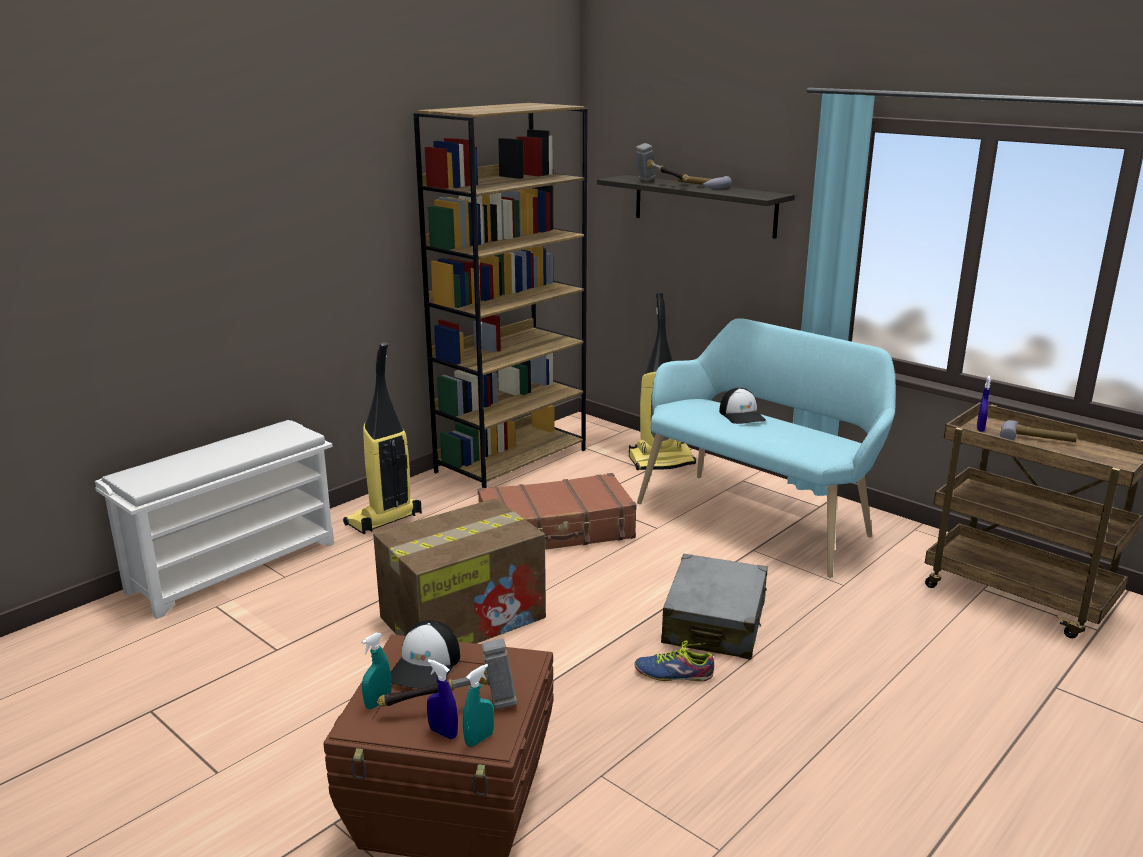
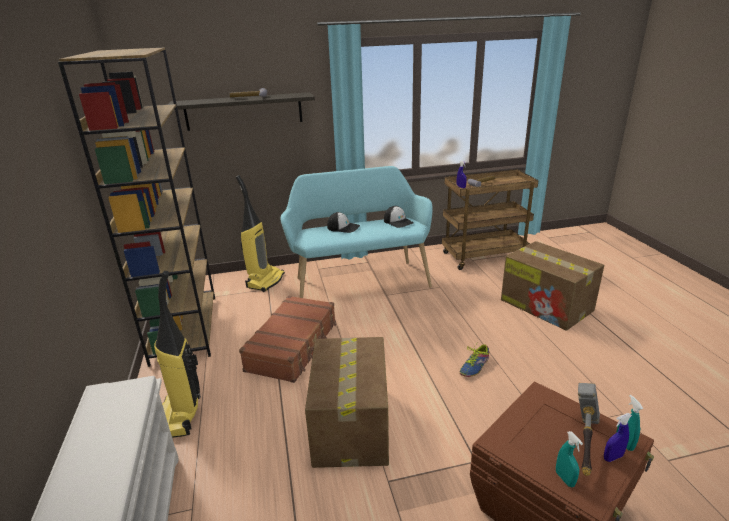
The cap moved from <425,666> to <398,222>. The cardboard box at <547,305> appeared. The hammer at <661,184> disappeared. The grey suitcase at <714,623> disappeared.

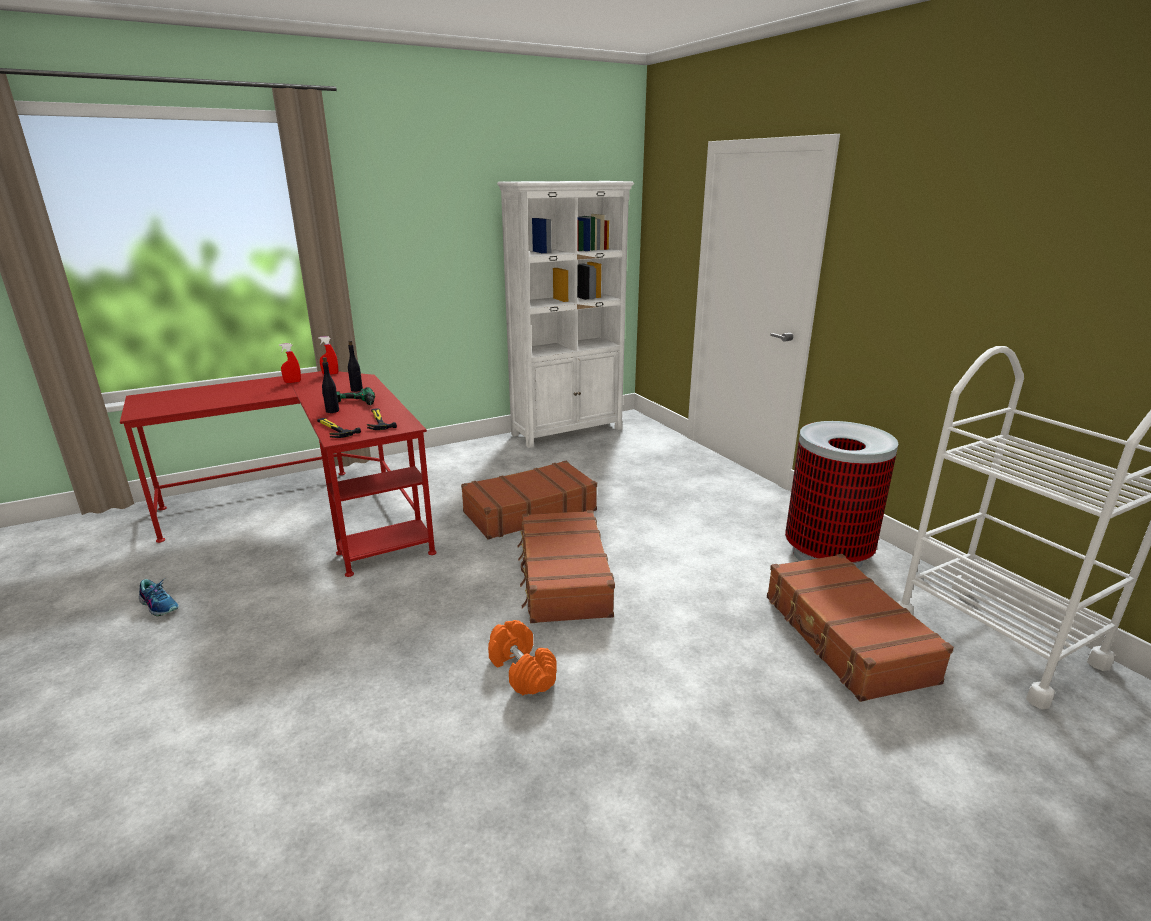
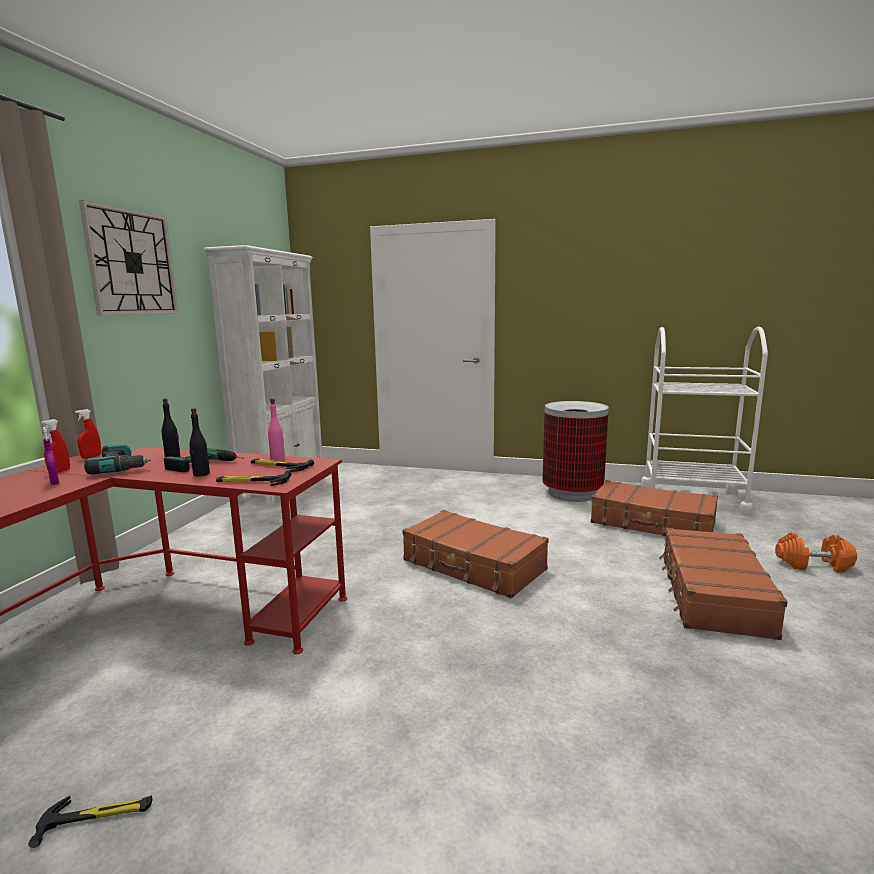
The shoe at <160,605> was replaced by the hammer at <97,816>. The purple spray bottle at <54,482> appeared. The wall clock at <132,262> appeared. The power drill at <121,468> appeared. The pink bottle at <278,459> appeared. The brown suitcase moved from <529,511> to <712,594>. The orange dumbbell moved from <521,671> to <813,565>.

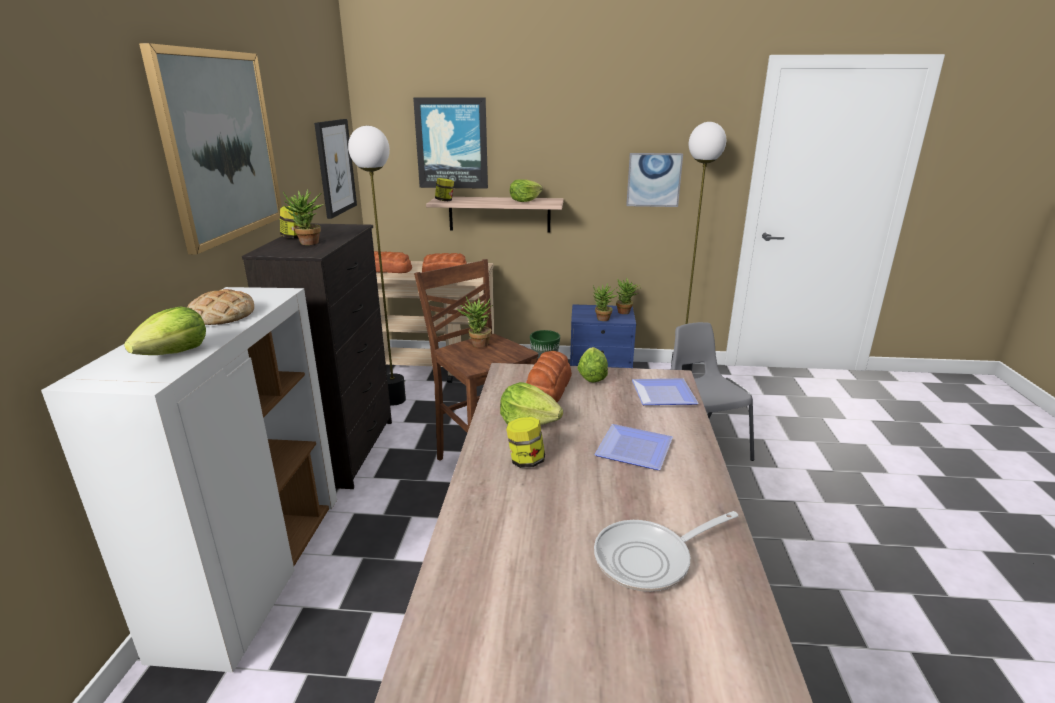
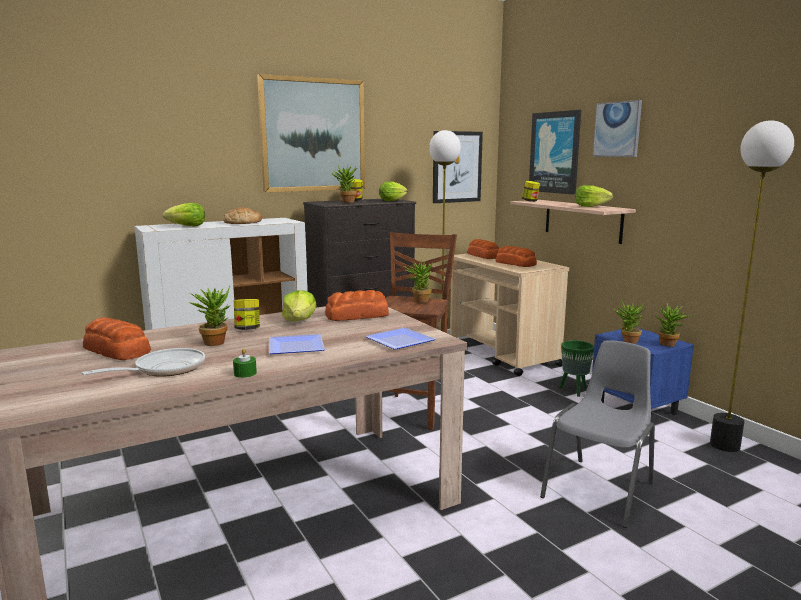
The frying pan at <649,559> turned 105 degrees clockwise. The bread at <117,351> appeared. The potted plant at <215,341> appeared. The green candle at <245,373> appeared. The lettuce moved from <592,376> to <393,200>. The picture moved from <653,180> to <617,129>.

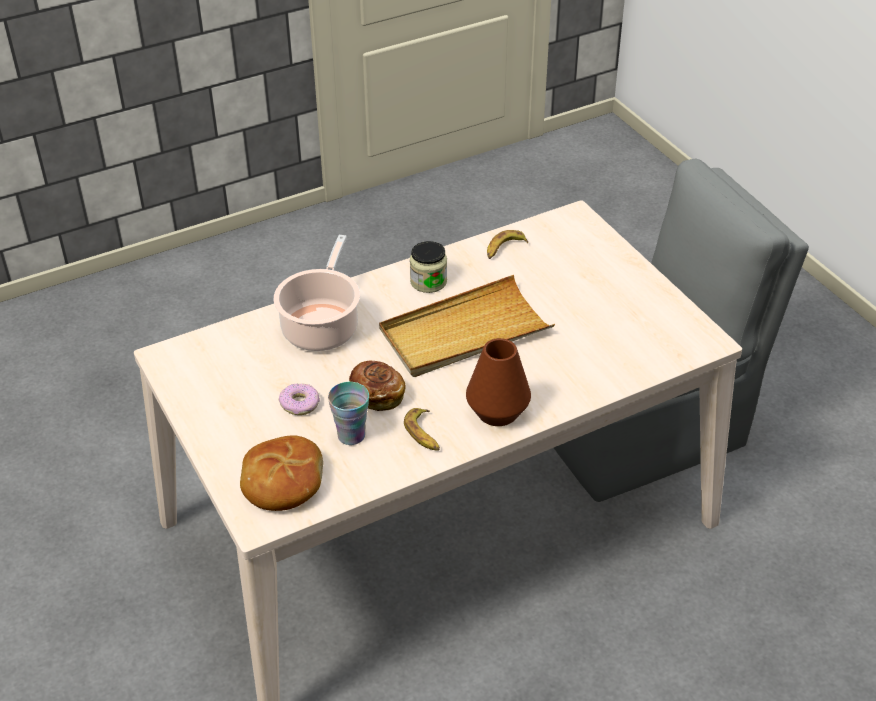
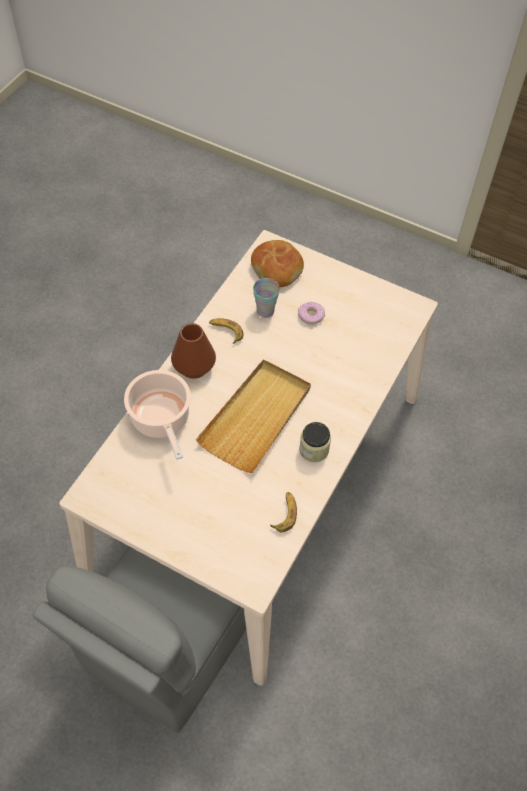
The cooking pot moved from <321,326> to <161,420>. The bread at <377,395> disappeared.

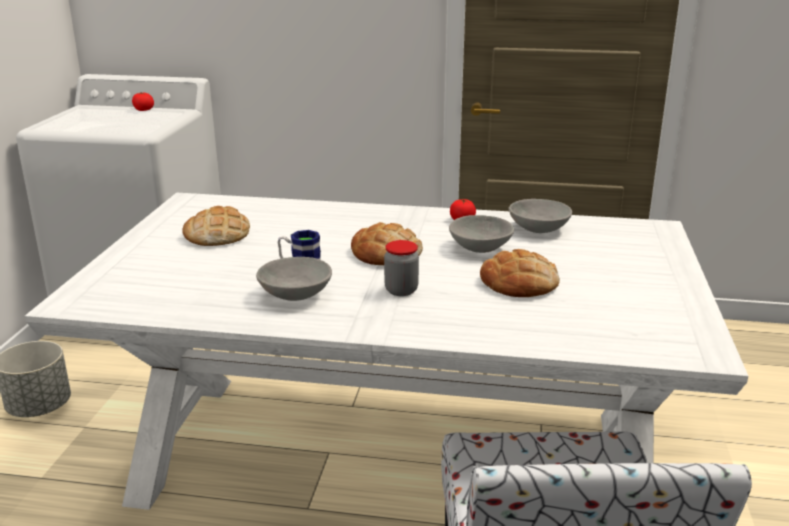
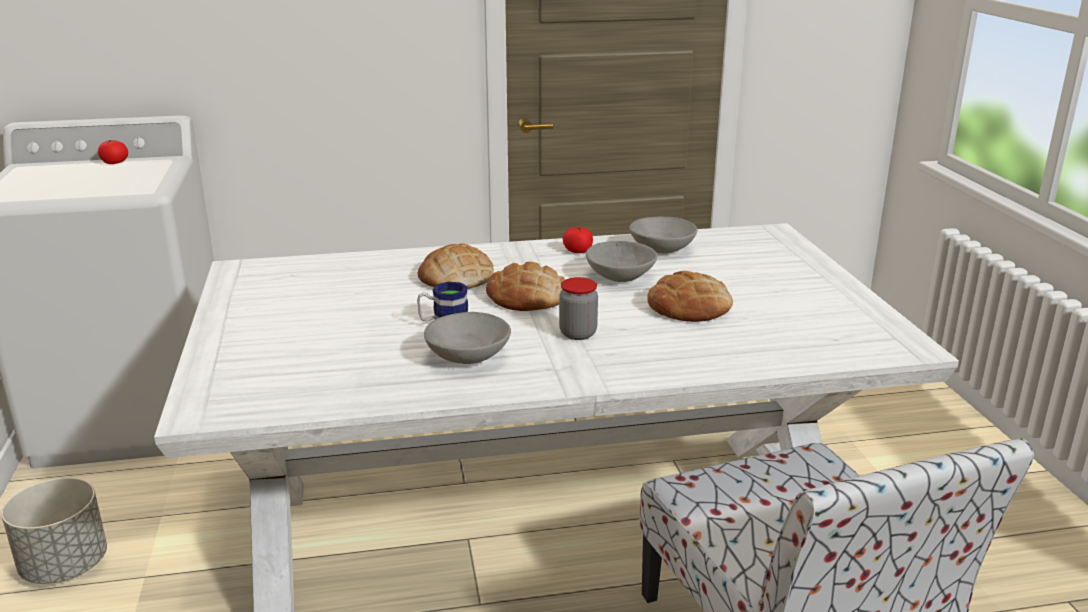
The bread moved from <217,235> to <455,277>.

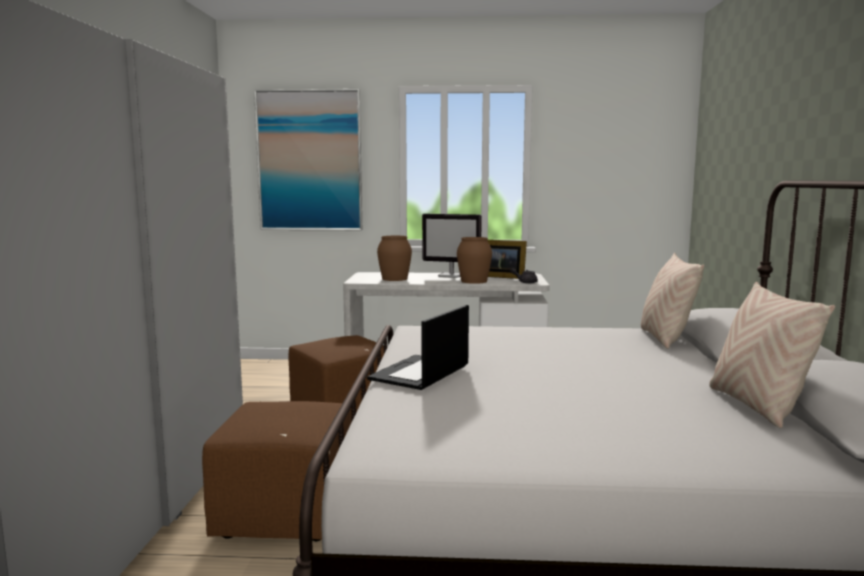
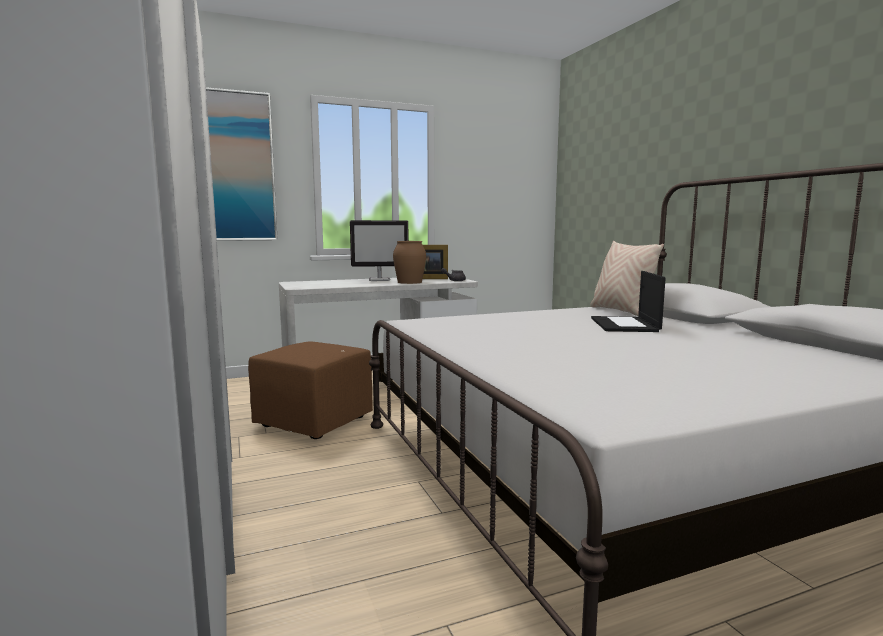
The laptop moved from <420,373> to <625,325>. The brown ottoman at <286,515> disappeared. The brown vase at <394,279> disappeared. The beige pillow at <756,406> disappeared.

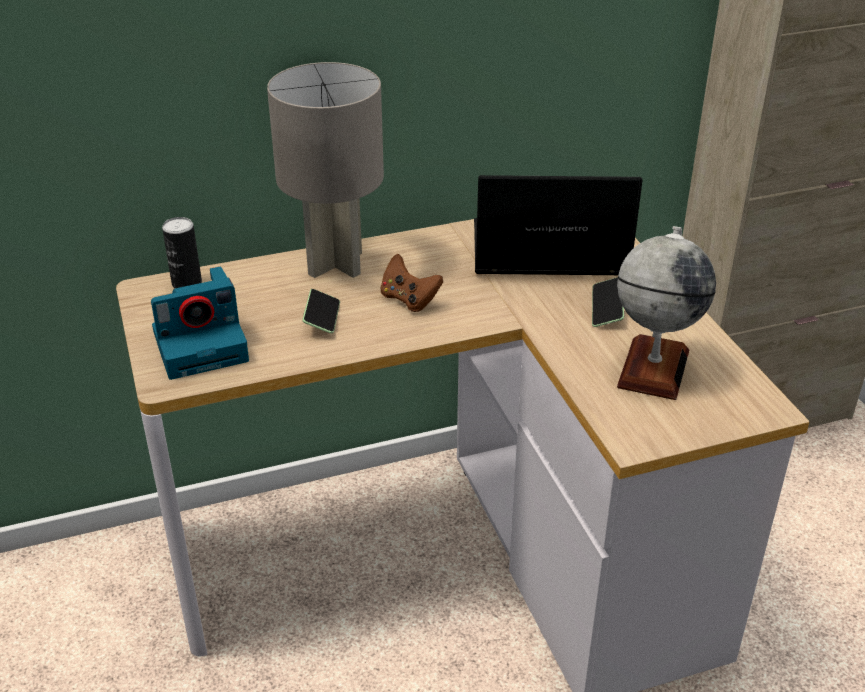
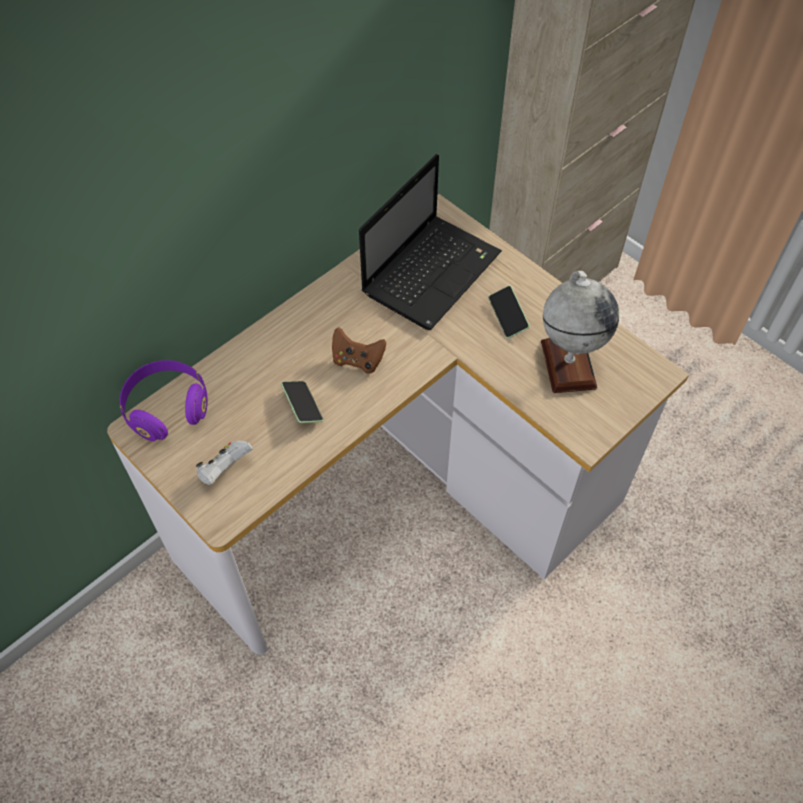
The can at <187,283> was replaced by the purple headphones at <167,408>. The photo camera at <202,345> was replaced by the white game controller at <225,470>. The laptop at <545,253> turned 150 degrees clockwise. The grey table lamp at <336,264> disappeared.

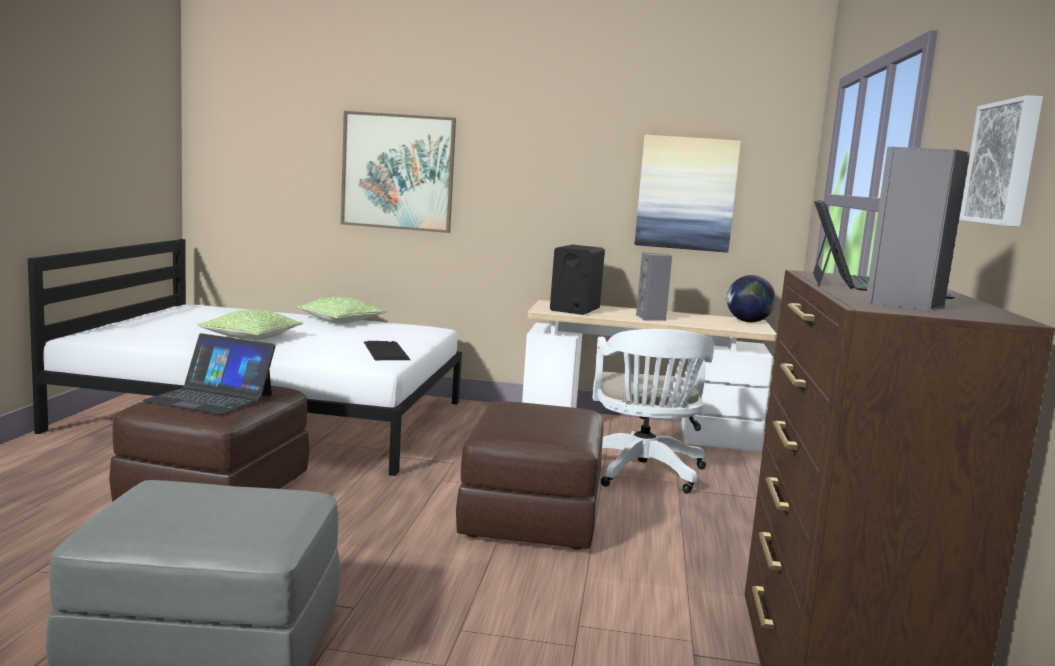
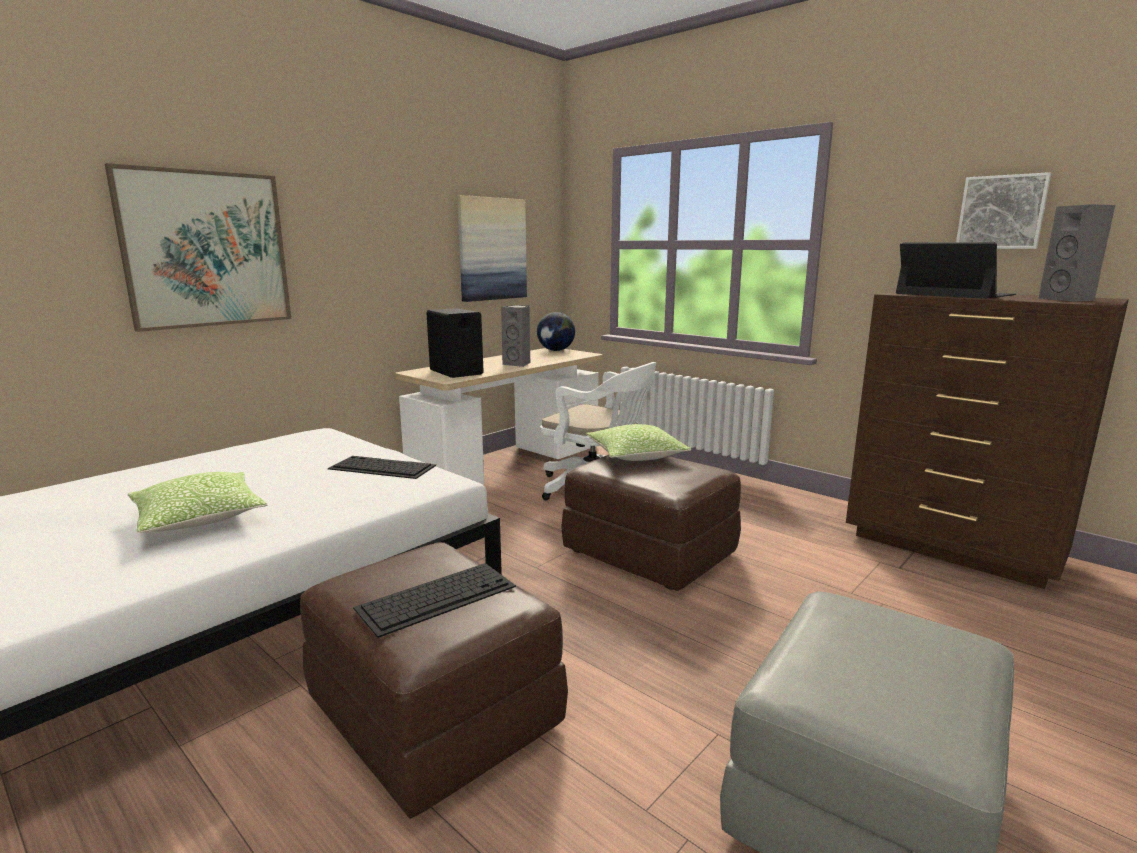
The laptop at <210,398> was replaced by the keyboard at <438,596>. The pillow moved from <341,321> to <636,455>.

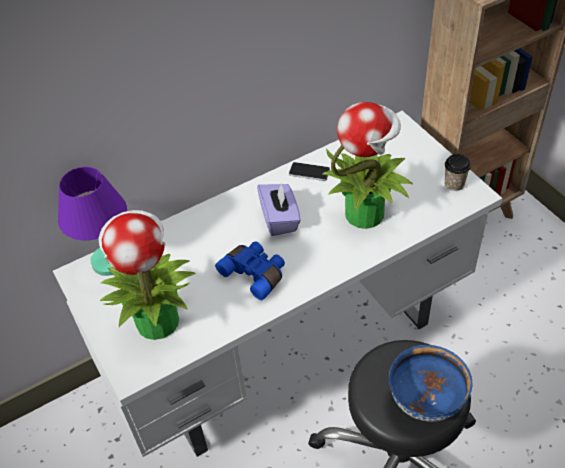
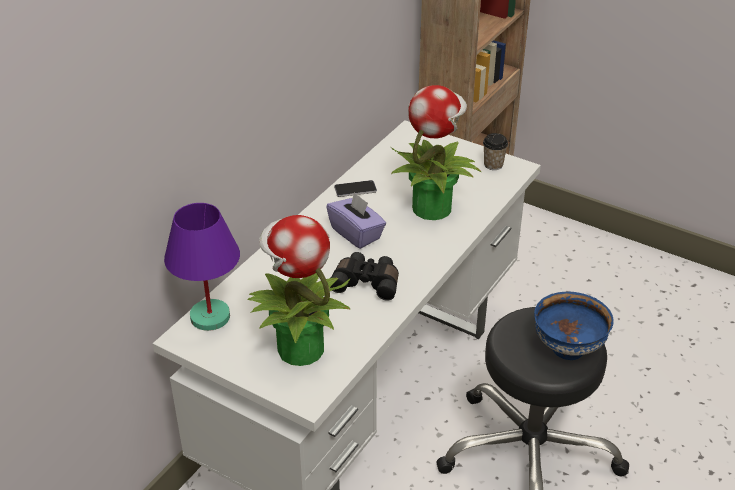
The blue binoculars at <255,273> became the black binoculars at <367,282>.

